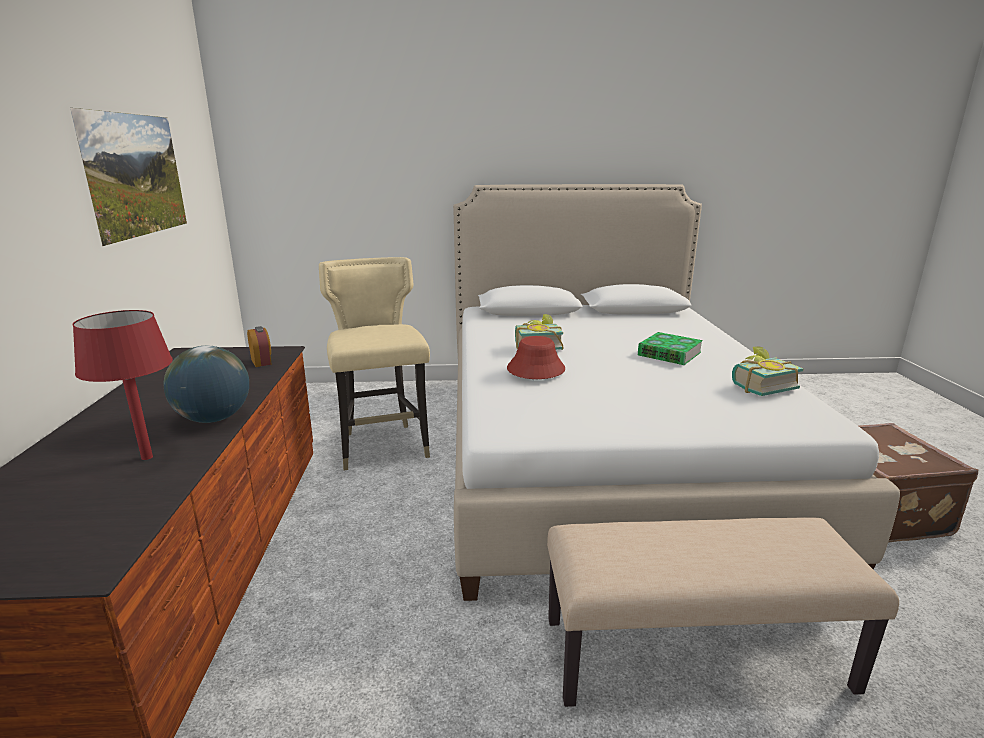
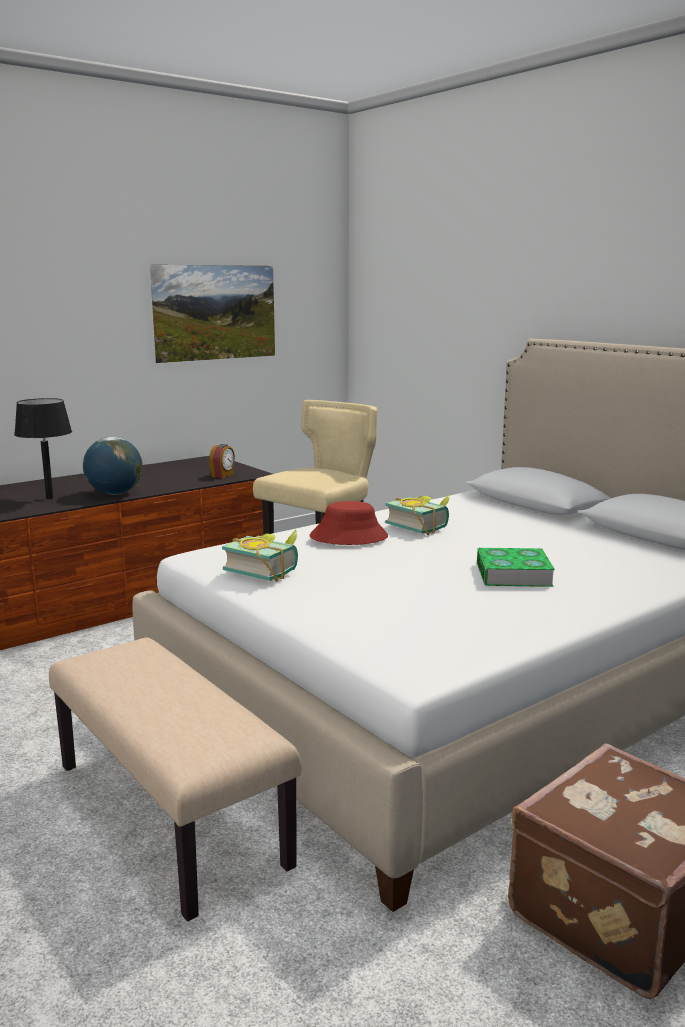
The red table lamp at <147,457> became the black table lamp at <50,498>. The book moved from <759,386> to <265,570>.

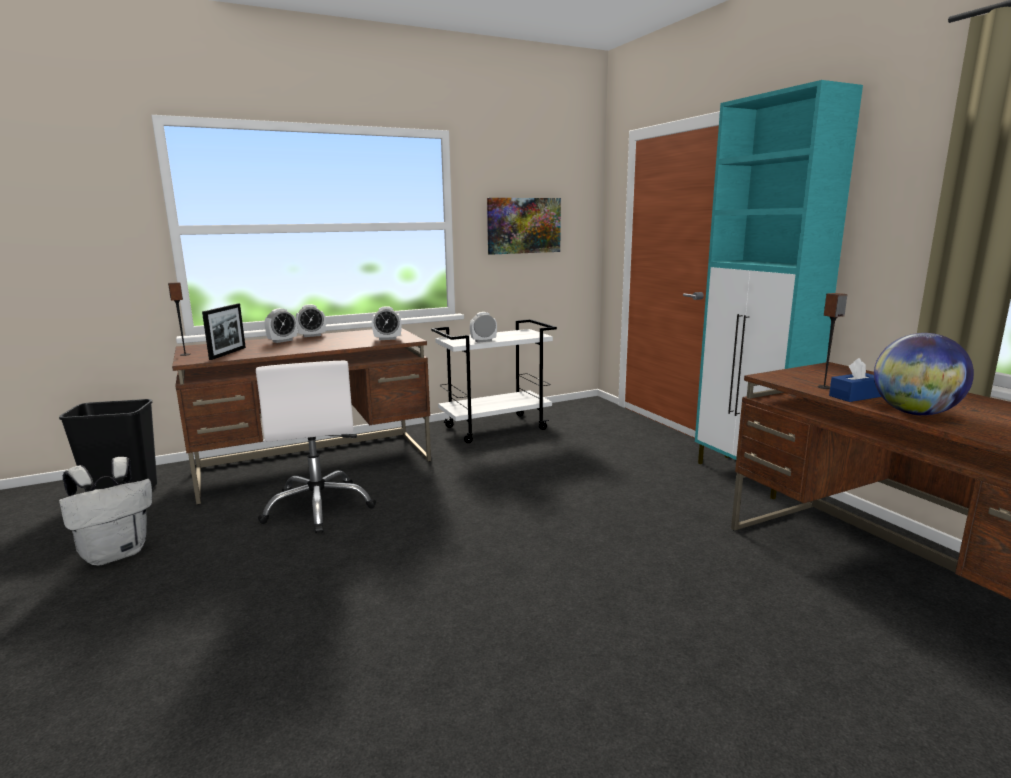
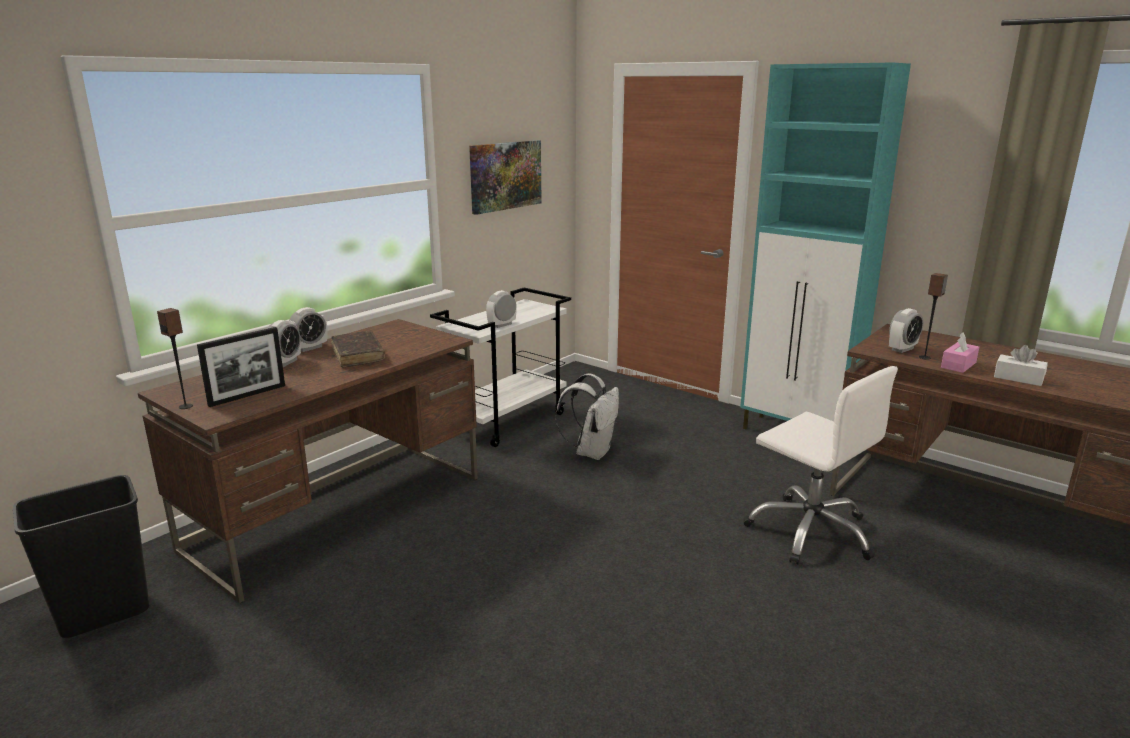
The picture frame at <228,353> turned 60 degrees clockwise. The brown book at <358,356> appeared. The white backpack moved from <117,553> to <592,452>. The white office chair moved from <319,507> to <810,531>. The alarm clock moved from <387,339> to <902,349>. The blue tissue box at <855,396> became the pink tissue box at <958,365>. The globe at <915,413> was replaced by the white tissue box at <1018,378>.

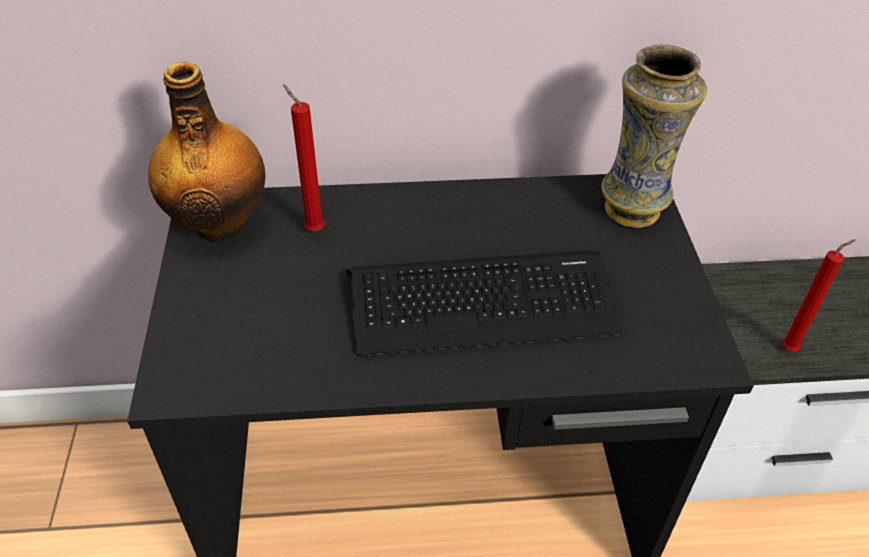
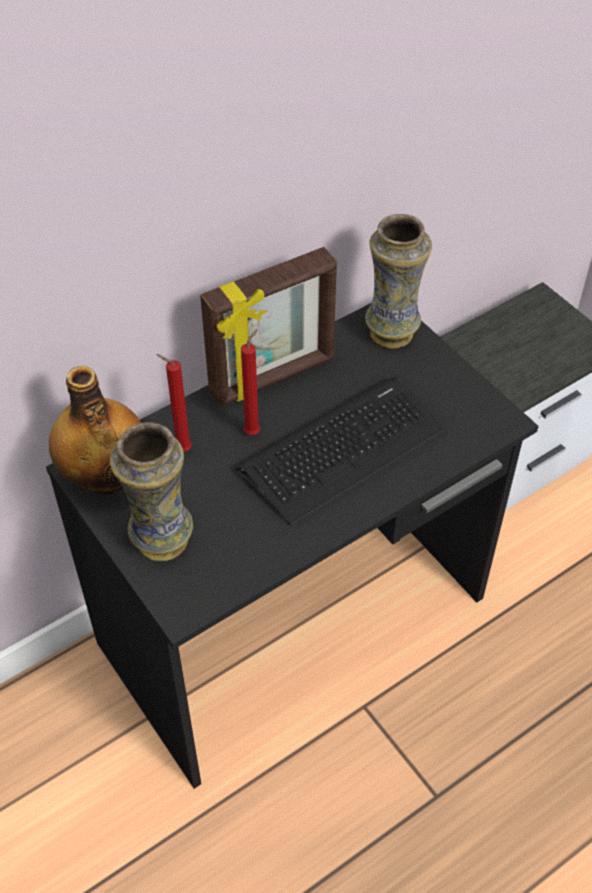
The vase at <161,541> appeared. The picture frame at <273,378> appeared. The red candle moved from <791,349> to <254,431>.

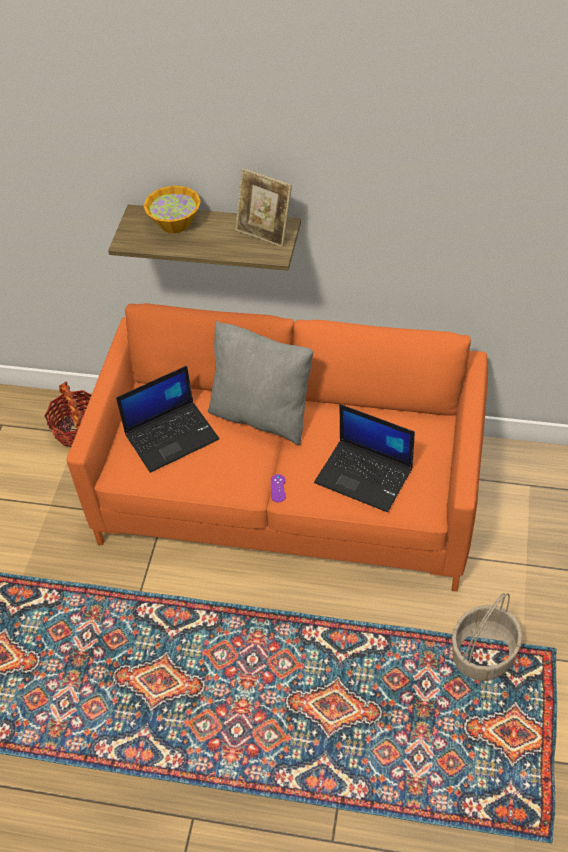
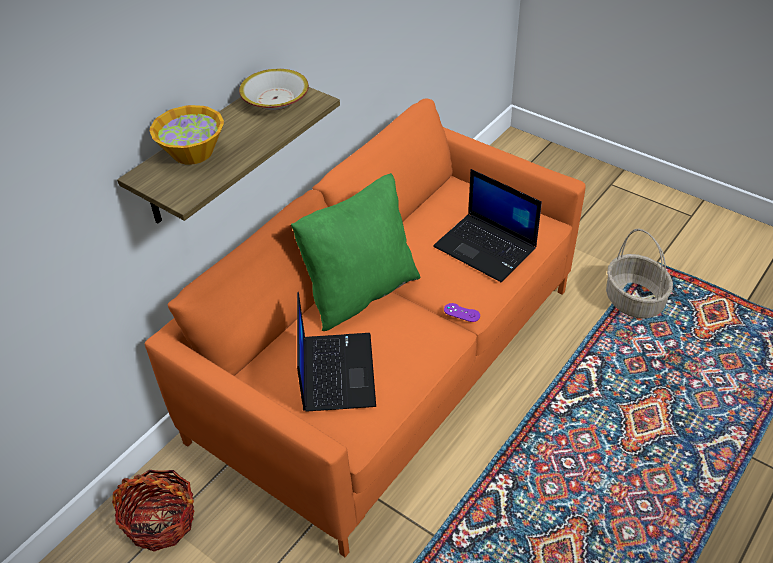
The picture frame at <264,233> was replaced by the bowl at <275,99>. The grey pillow at <262,415> became the green pillow at <360,292>. The laptop at <365,475> turned 75 degrees clockwise.

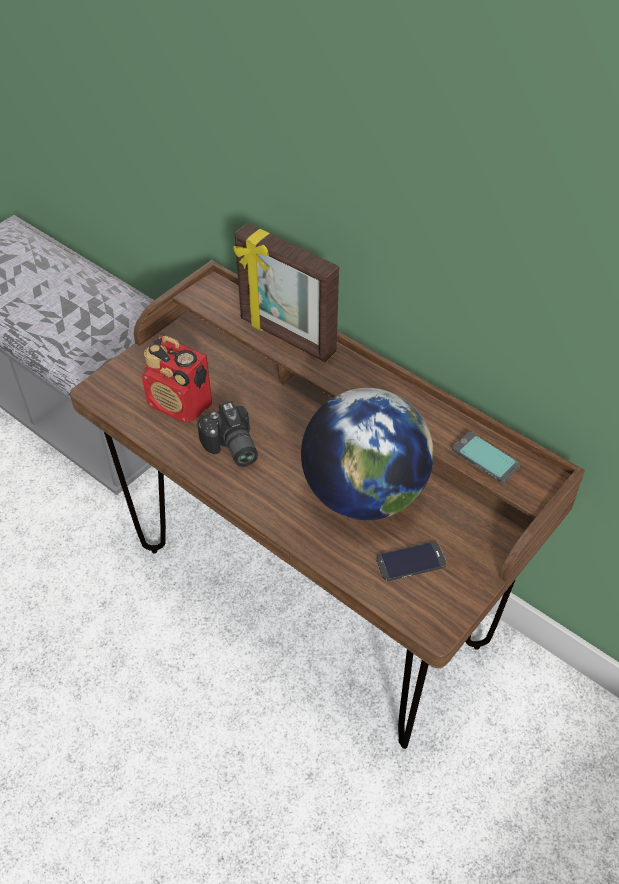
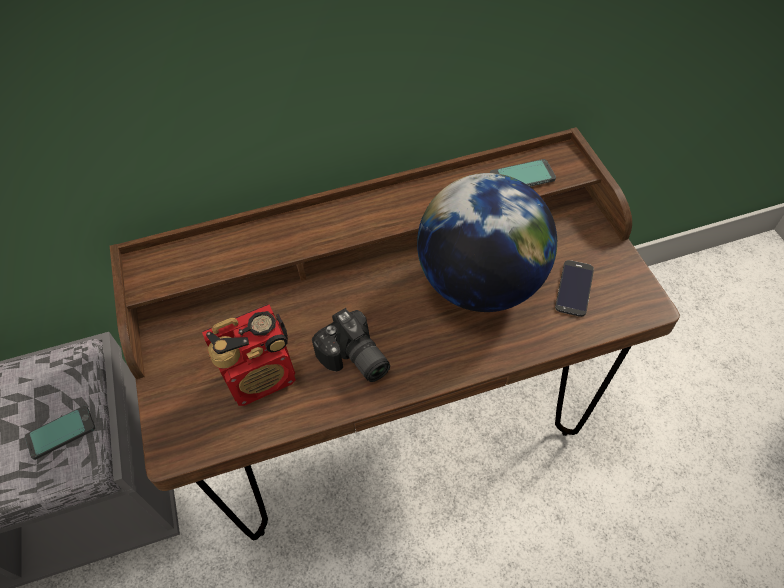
The phone at <61,432> appeared. The photo camera at <230,448> turned 45 degrees clockwise. The picture frame at <286,337> disappeared.

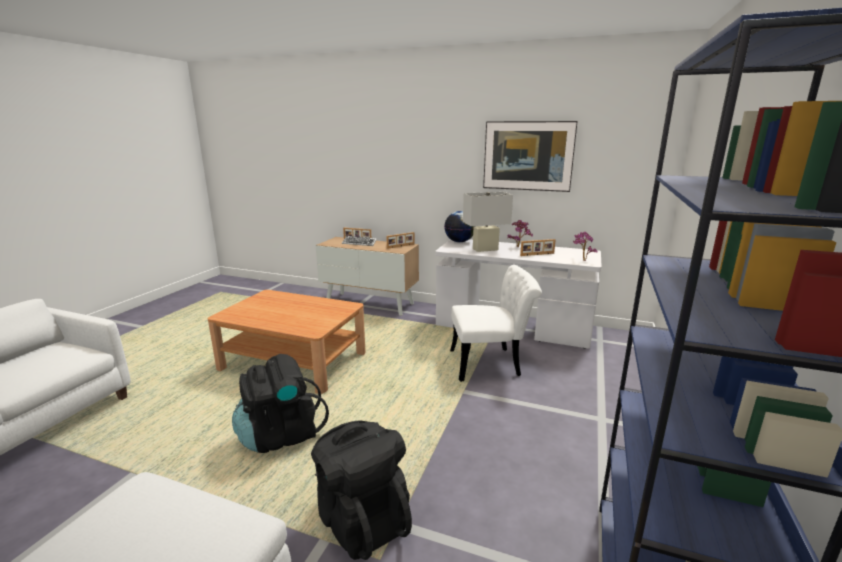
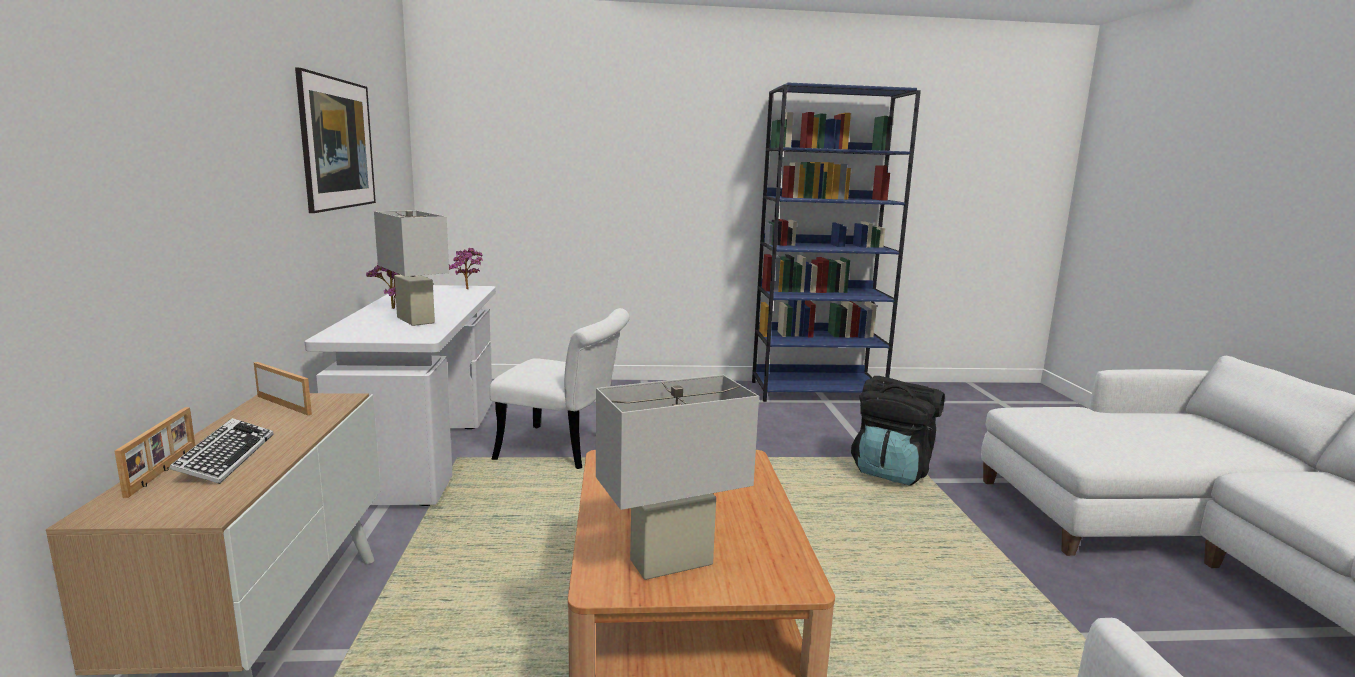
The white chair at <491,363> turned 135 degrees clockwise. The white table lamp at <671,562> appeared. The black backpack at <281,435> disappeared. The globe at <459,241> disappeared. The picture frame at <537,254> disappeared.

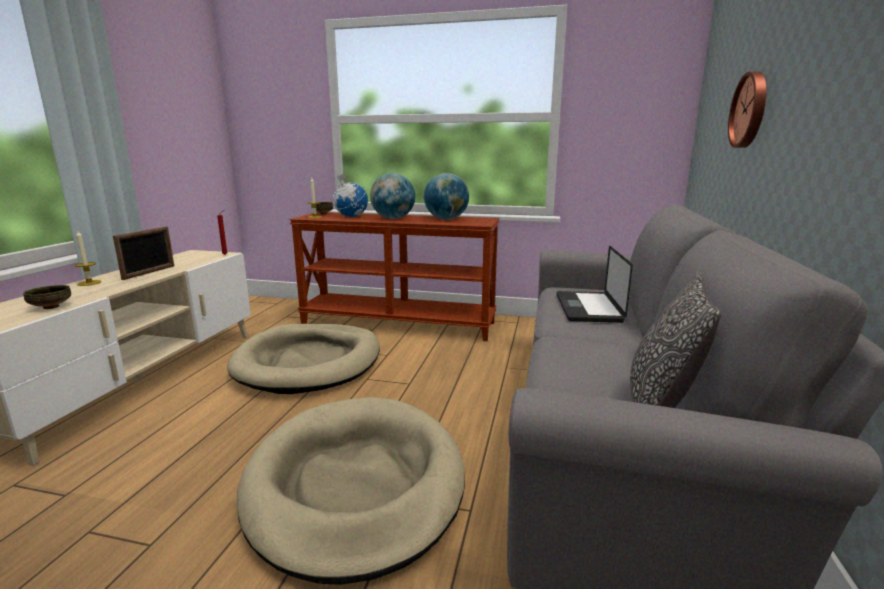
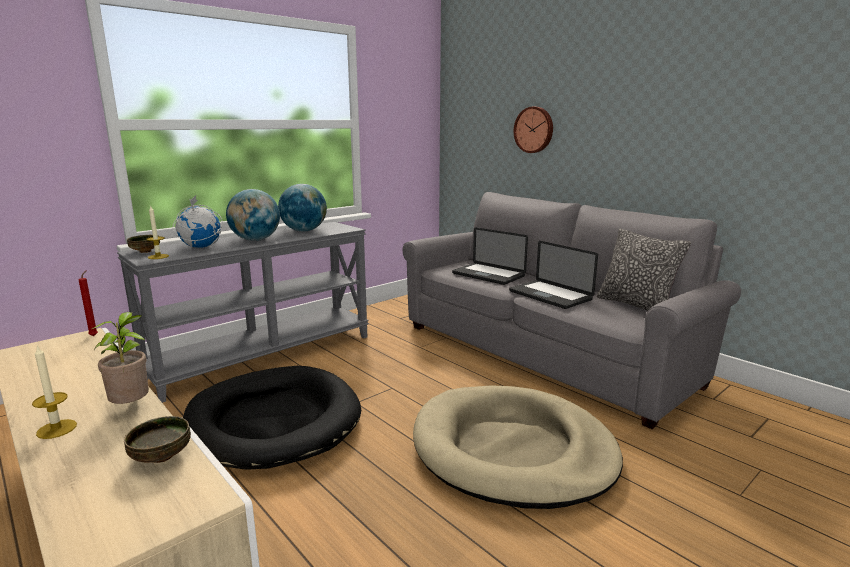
The potted plant at <133,407> appeared. The brown console table at <399,323> became the grey console table at <264,356>. The beige dog bed at <309,362> became the black dog bed at <273,421>. The laptop at <550,295> appeared. The picture frame at <149,272> disappeared.

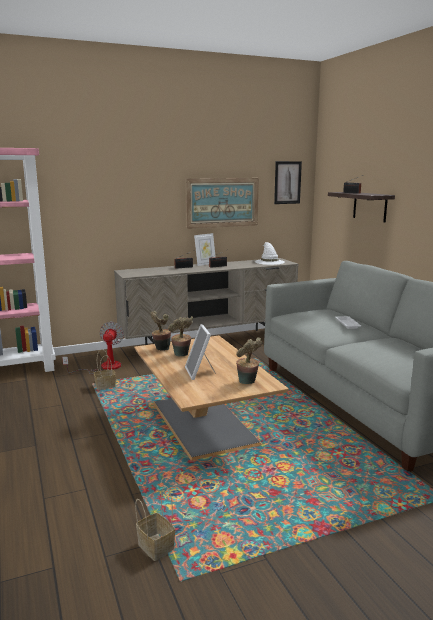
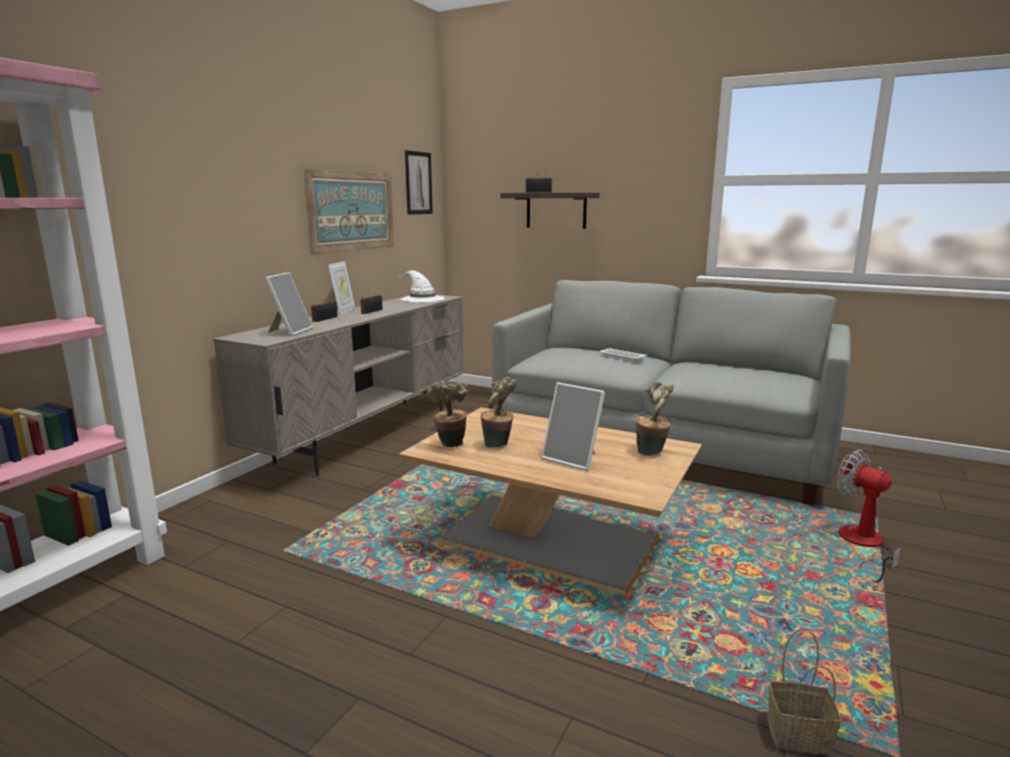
The picture frame at <289,331> appeared. The fan moved from <103,367> to <864,546>. The basket at <106,386> disappeared.

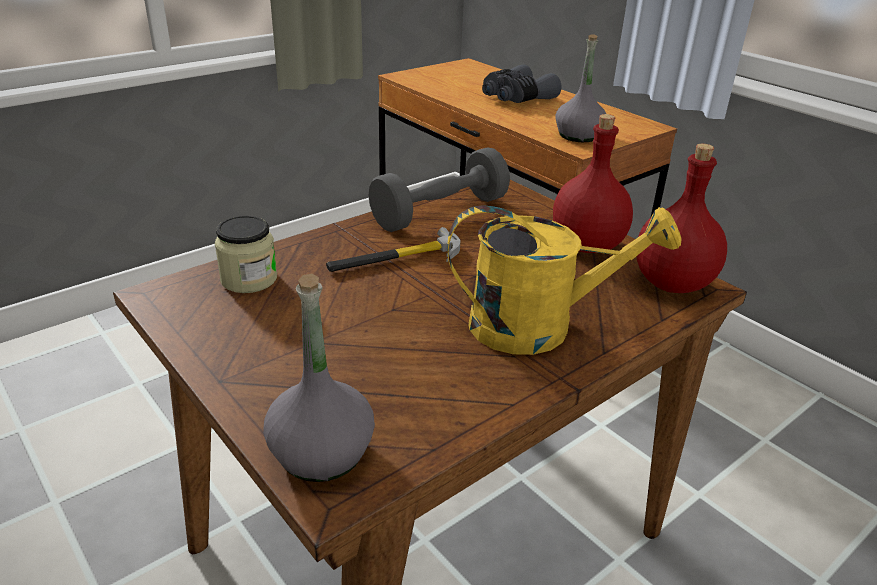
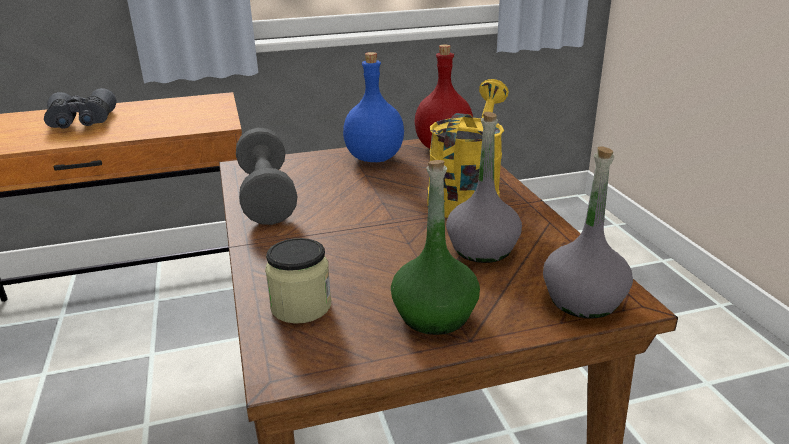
The red bottle at <585,245> became the blue bottle at <374,158>. The green bottle at <434,315> appeared. The grey bottle moved from <578,136> to <483,249>. The hammer at <395,259> disappeared.

